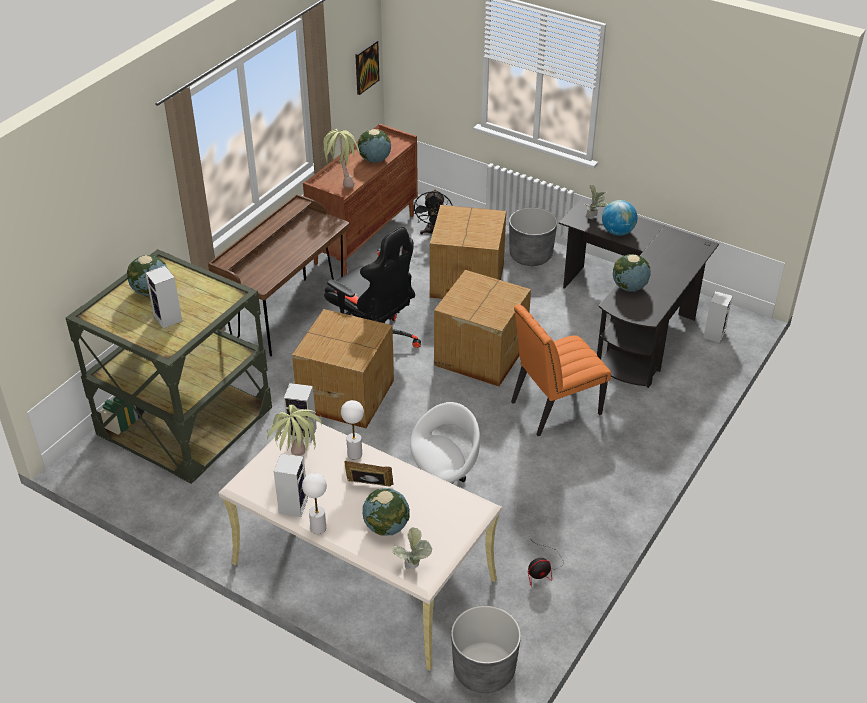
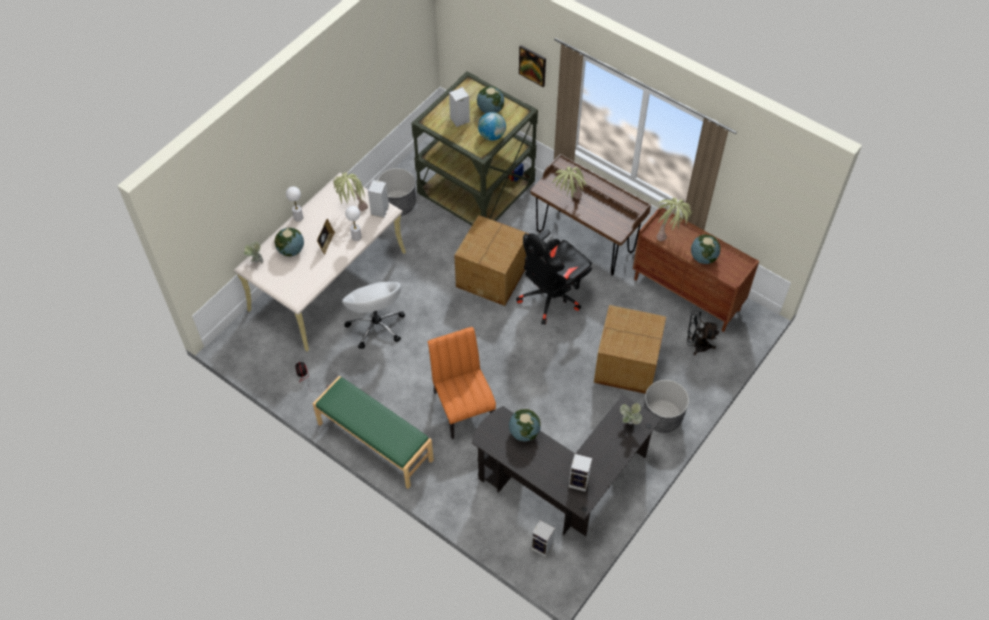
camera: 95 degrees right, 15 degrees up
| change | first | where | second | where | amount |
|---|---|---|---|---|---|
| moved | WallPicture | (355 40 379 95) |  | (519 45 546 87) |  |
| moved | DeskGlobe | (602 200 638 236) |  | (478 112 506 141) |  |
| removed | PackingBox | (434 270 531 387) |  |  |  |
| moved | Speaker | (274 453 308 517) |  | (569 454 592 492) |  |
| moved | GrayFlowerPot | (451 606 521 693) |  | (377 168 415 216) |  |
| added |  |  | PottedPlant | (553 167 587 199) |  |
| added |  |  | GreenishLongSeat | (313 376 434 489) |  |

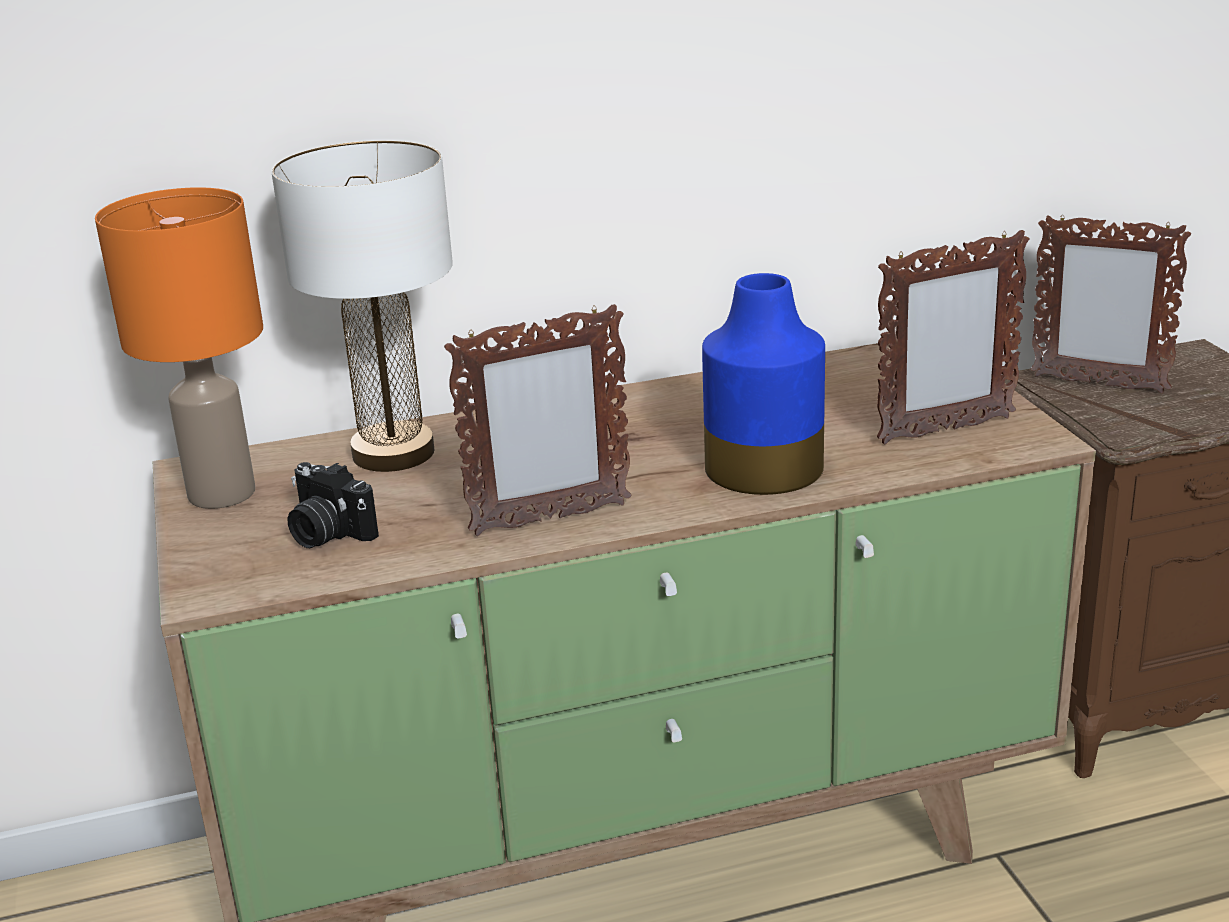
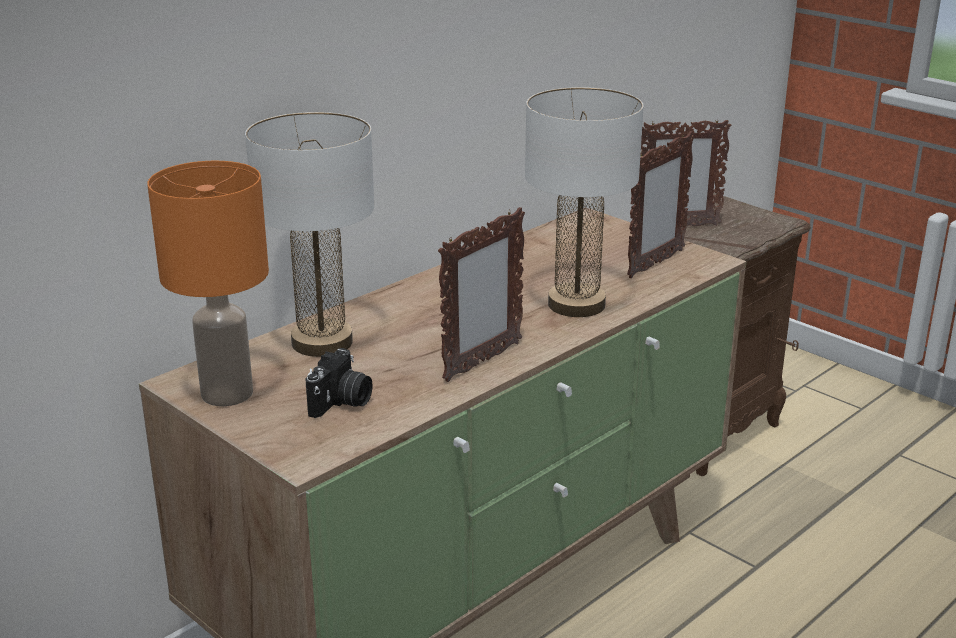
camera: 30 degrees left, 0 degrees up
| change | first | where | second | where | amount |
|---|---|---|---|---|---|
| replaced | BlueVase | (702 273 825 495) | TableLamp | (525 87 644 317) |  |
| turned | PhotoCamera | (287 462 379 548) |  | (305 348 372 418) | 75 degrees counterclockwise |

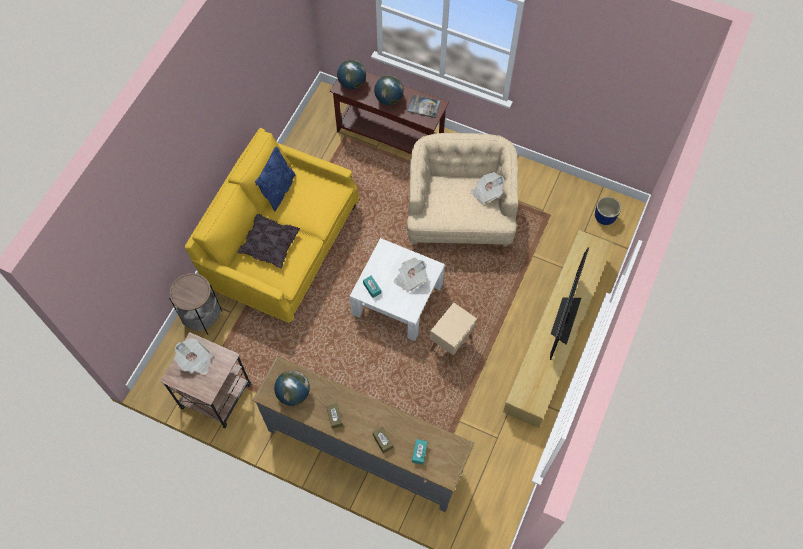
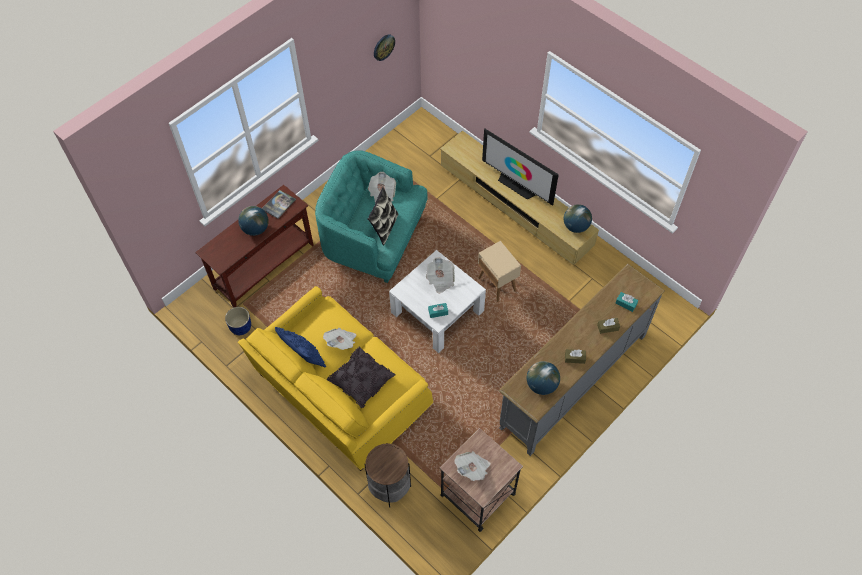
camera: 70 degrees left, 5 degrees down
| change | first | where | second | where | amount |
|---|---|---|---|---|---|
| moved | DeskGlobe | (337 60 366 89) |  | (564 204 592 233) |  |
| recoloured | SandColouredArmchair | (407 133 518 247) | TurquoiseArmchair | (315 150 428 283) |  |
| moved | BlueFlowerPot | (595 197 621 225) |  | (225 307 251 335) |  |
| added |  |  | ClockOnTheWall | (374 35 395 61) |  |
| added |  |  | ThrowPillow | (368 187 399 246) |  |
| added |  |  | PrintedPaper | (323 328 356 350) |  |

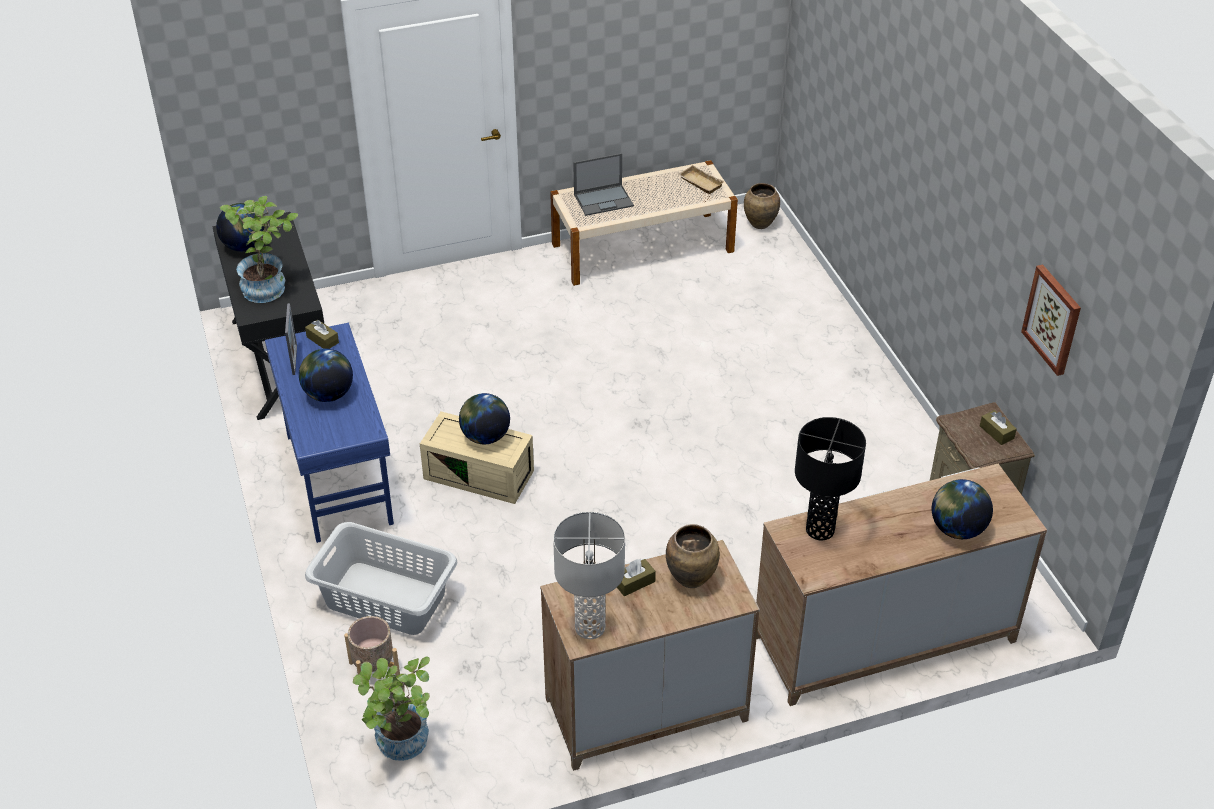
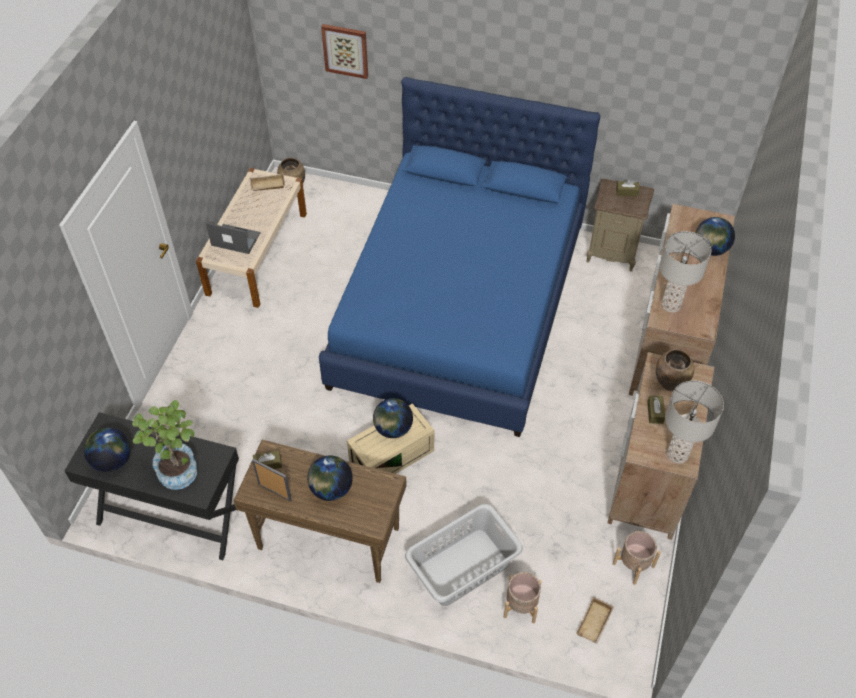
camera: 55 degrees left, 10 degrees up
| change | first | where | second | where | amount |
|---|---|---|---|---|---|
| turned | NotebookComputer | (573 153 634 216) |  | (206 223 261 254) | 90 degrees counterclockwise |
| moved | WallPicture | (1021 265 1081 376) |  | (321 24 368 79) |  |
| recoloured | BlueConsoleTable | (265 323 394 543) | BrownishConsoleTable | (234 440 407 583) |  |
| recoloured | BlackTableLamp | (795 417 866 540) | WhitishTableLamp | (659 231 711 312) |  |
| replaced | PottedPlant | (353 657 430 761) | SandColouredServingTray | (576 597 614 644) |  |
| added |  |  | BlueBed | (319 77 600 437) |  |
| added |  |  | SandColouredFlowerPot | (613 531 661 585) |  |

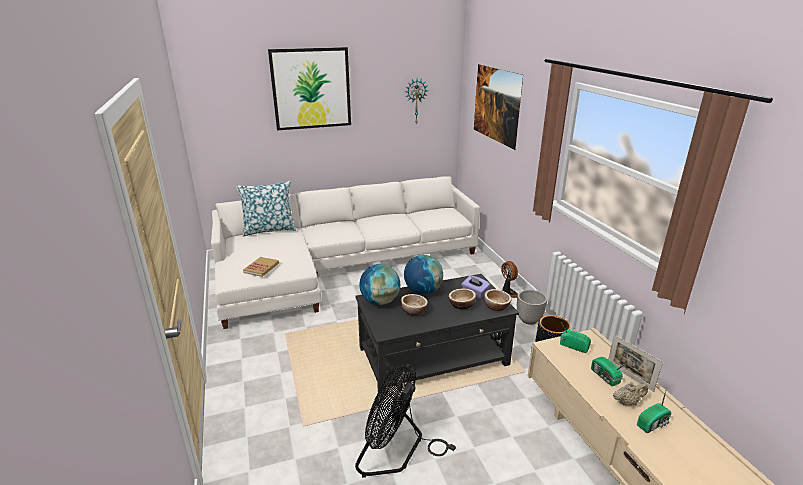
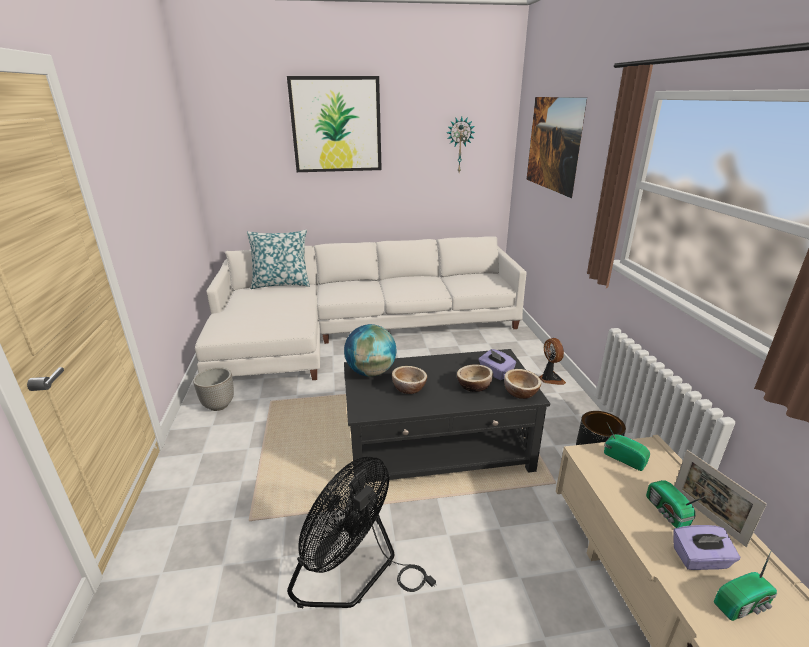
camera: 10 degrees right, 0 degrees up
| change | first | where | second | where | amount |
|---|---|---|---|---|---|
| removed | DeskGlobe | (404 255 443 294) |  |  |  |
| removed | BoundBook | (243 257 279 277) |  |  |  |
| moved | FlowerPot | (517 290 547 325) |  | (193 367 234 411) |  |
| replaced | SandColouredPotForTea | (613 382 648 406) | PurplishTissueBox | (673 525 740 570) |  |

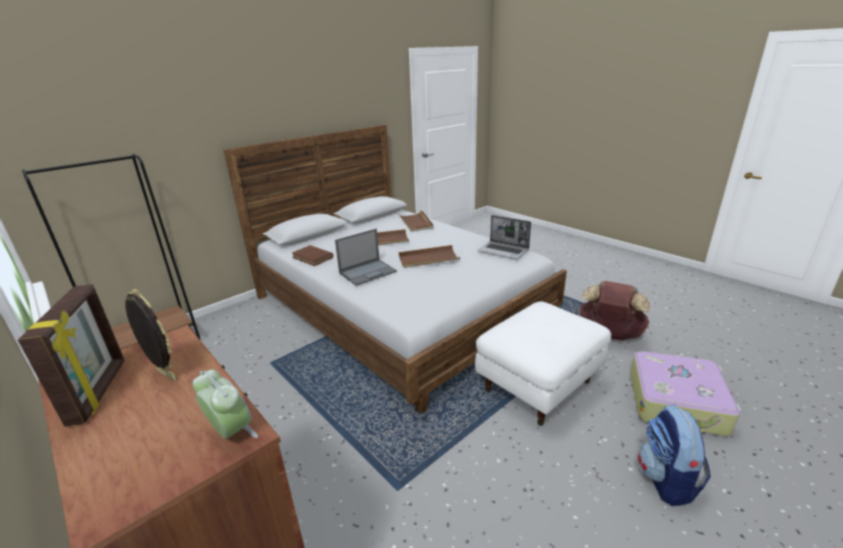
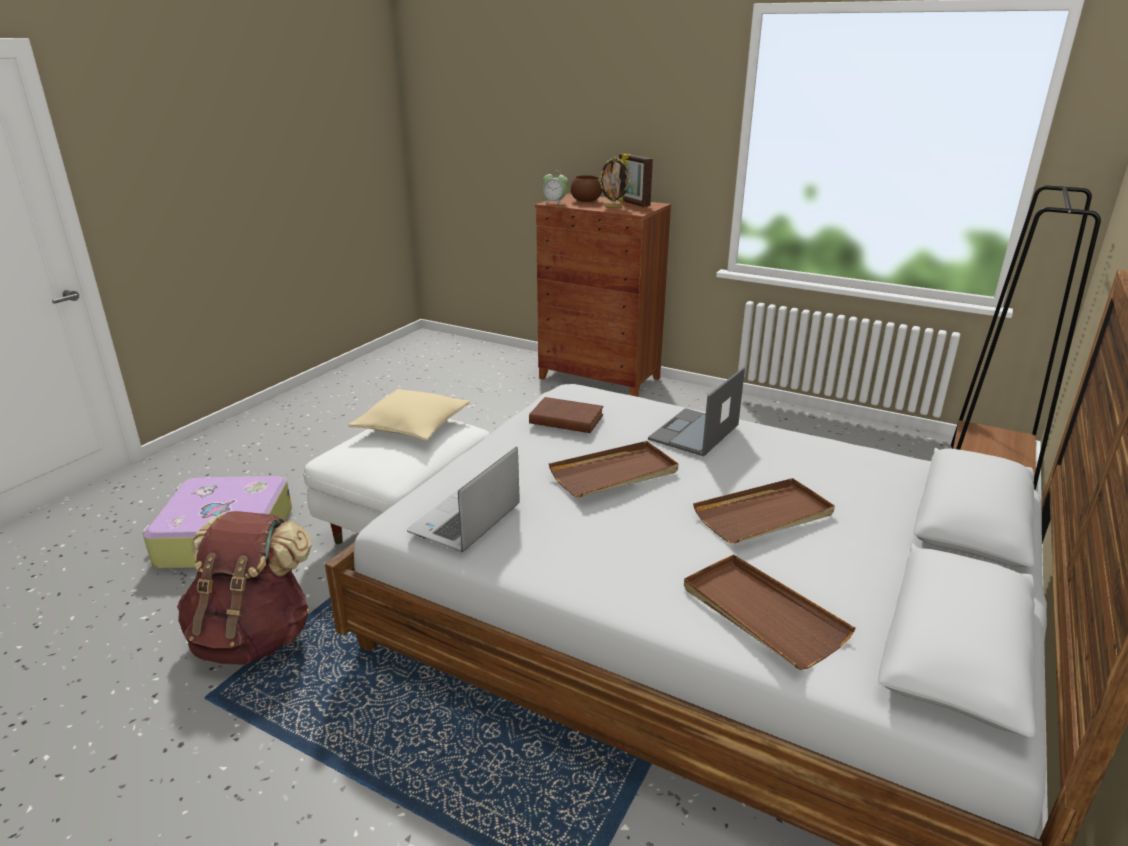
camera: 160 degrees right, 0 degrees up
| change | first | where | second | where | amount |
|---|---|---|---|---|---|
| turned | NotebookComputer | (478 215 531 259) |  | (407 447 520 552) | 75 degrees counterclockwise |
| moved | BrownishBoundBook | (292 245 333 266) |  | (529 397 603 433) |  |
| removed | Backpack | (638 405 711 506) |  |  |  |
| added |  |  | BrownishServingBowl | (571 175 602 202) |  |
| added |  |  | SandColouredThrowPillow | (348 389 471 441) |  |

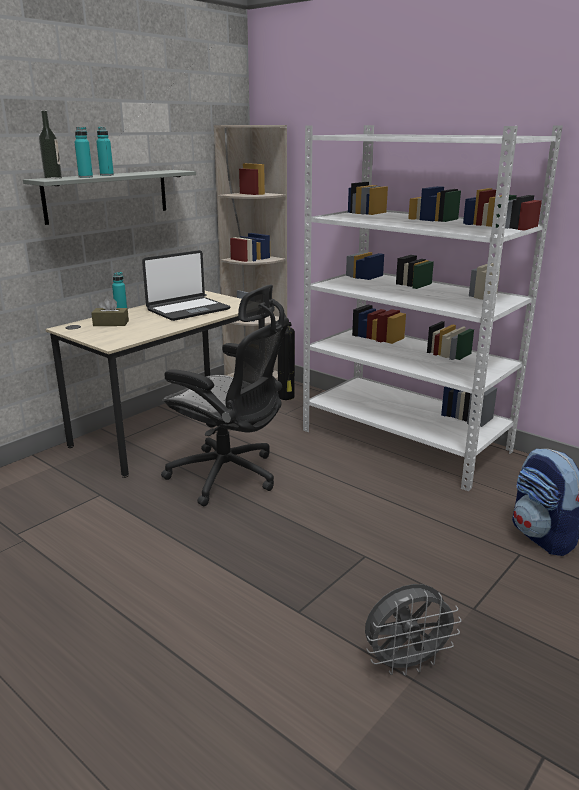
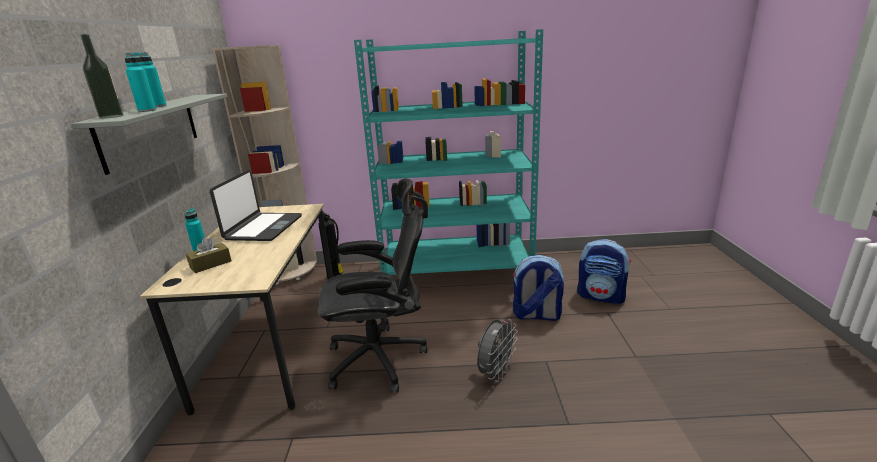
camera: 40 degrees left, 0 degrees up
| change | first | where | second | where | amount |
|---|---|---|---|---|---|
| recoloured | WhitishBookcase | (303 125 563 491) | TurquoiseBookcase | (354 29 543 275) |  |
| moved | GrayElectricFan | (365 584 462 676) |  | (477 319 518 382) |  |
| added |  |  | Backpack | (513 255 564 321) |  |

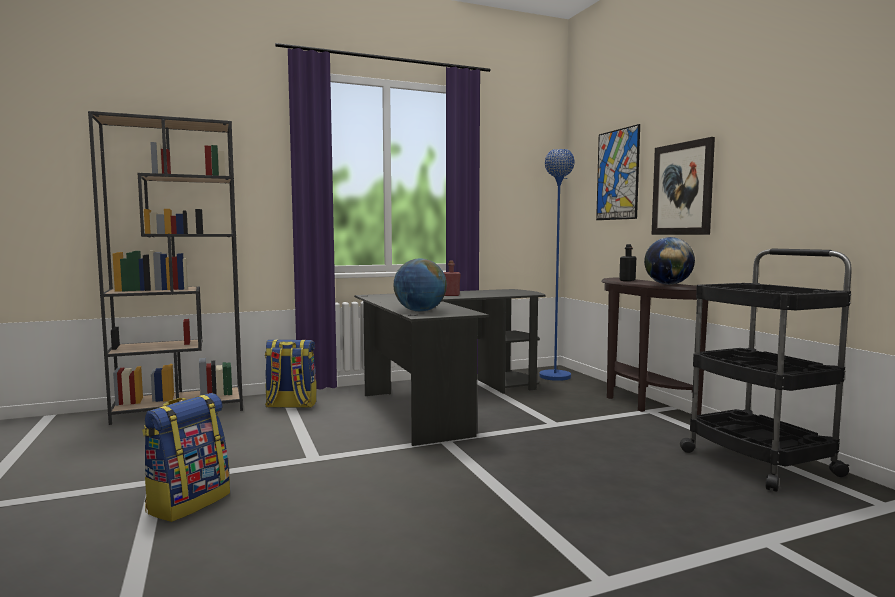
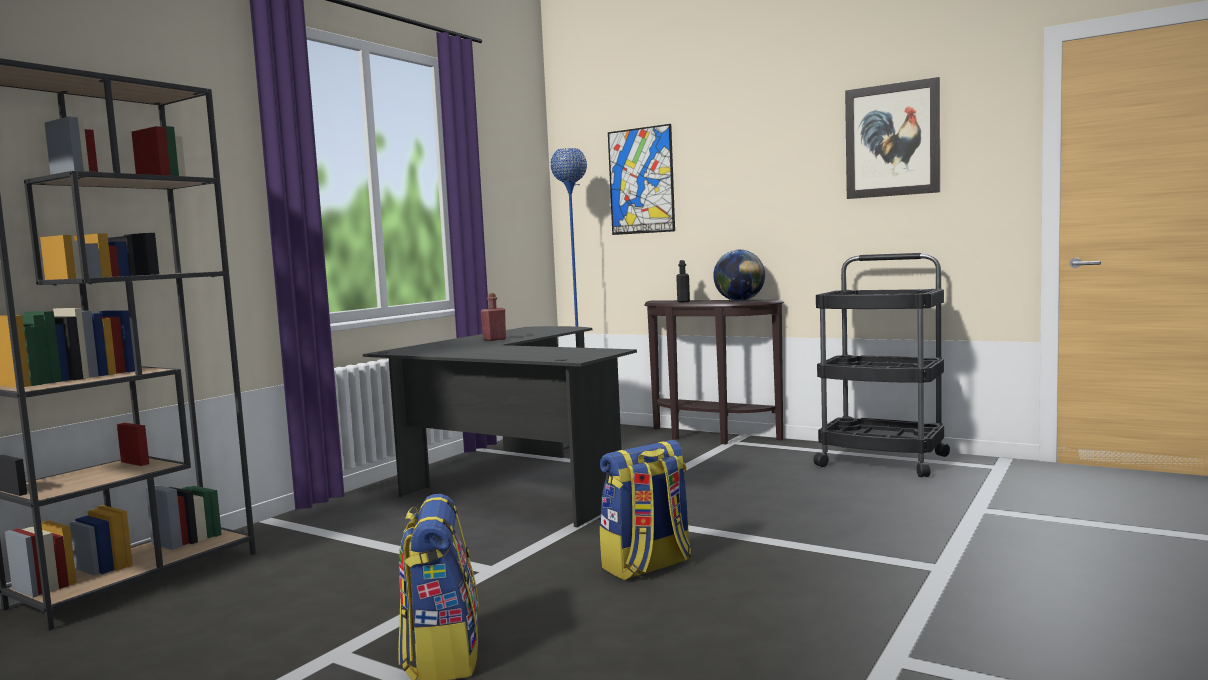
camera: 35 degrees left, 0 degrees up
| change | first | where | second | where | amount |
|---|---|---|---|---|---|
| moved | WallPicture | (651 137 715 235) |  | (845 77 940 199) |  |
| removed | DeskGlobe | (393 258 447 312) |  |  |  |
| moved | Backpack | (265 340 317 408) |  | (600 440 691 580) |  |

